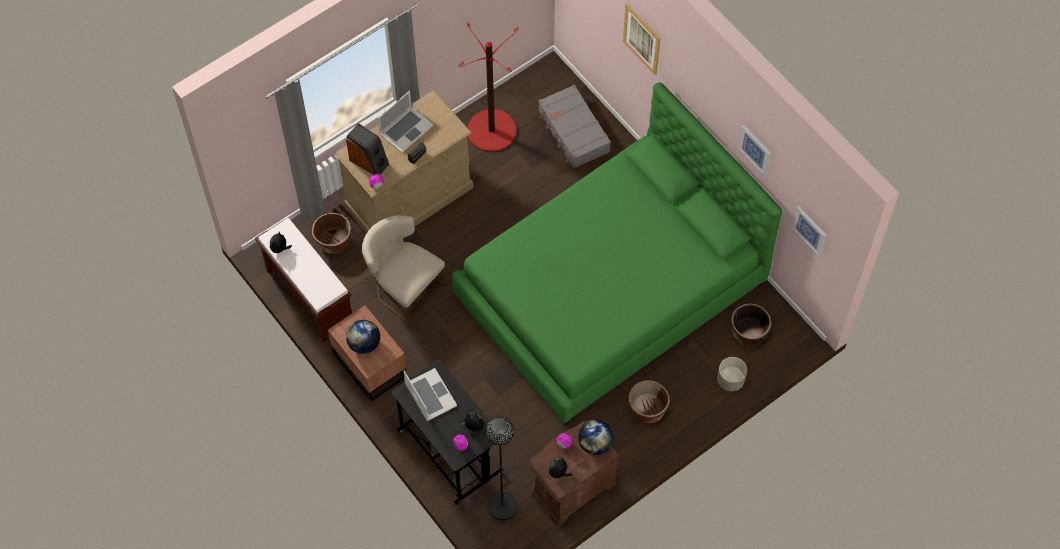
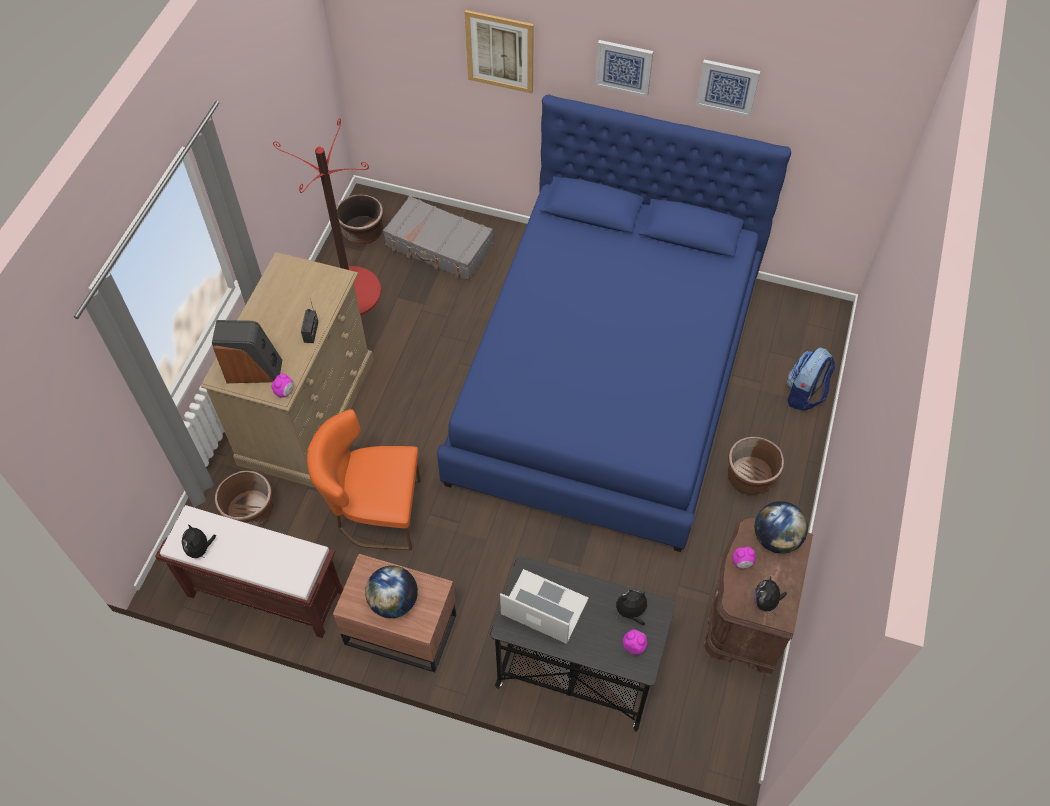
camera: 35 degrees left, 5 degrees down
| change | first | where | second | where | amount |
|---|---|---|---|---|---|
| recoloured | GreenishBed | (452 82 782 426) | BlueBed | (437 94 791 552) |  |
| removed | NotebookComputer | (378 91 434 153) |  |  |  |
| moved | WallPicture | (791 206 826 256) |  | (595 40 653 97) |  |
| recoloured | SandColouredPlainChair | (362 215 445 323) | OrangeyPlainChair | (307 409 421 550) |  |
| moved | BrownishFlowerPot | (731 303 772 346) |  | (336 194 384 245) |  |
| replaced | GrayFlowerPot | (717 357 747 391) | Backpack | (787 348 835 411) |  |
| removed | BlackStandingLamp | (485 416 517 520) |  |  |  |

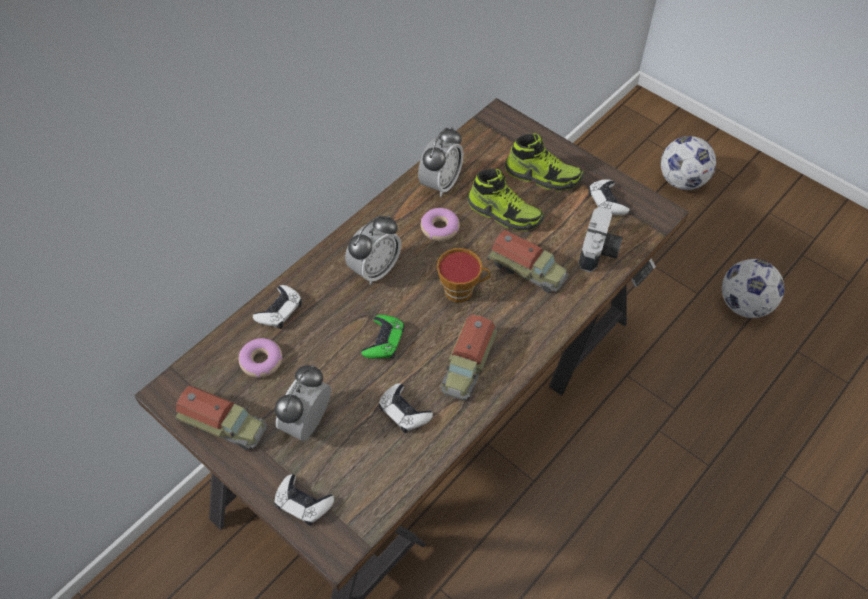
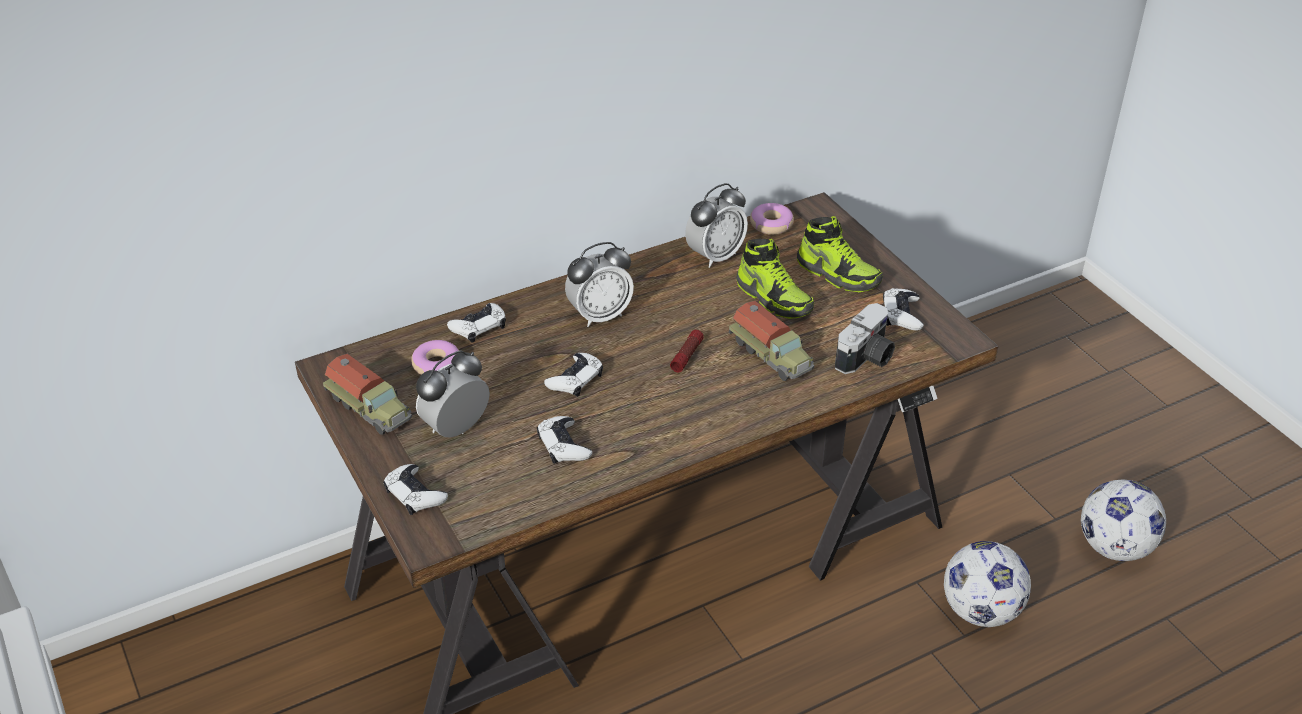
camera: 20 degrees right, 15 degrees down
| change | first | where | second | where | amount |
|---|---|---|---|---|---|
| moved | FootballBall | (661 136 716 190) |  | (944 541 1031 627) |  |
| moved | Donut | (421 208 460 241) |  | (750 203 794 235) |  |
| replaced | SmallCup | (437 248 490 302) | Torch | (670 330 704 372) |  |
| removed | ModelTruck | (440 314 497 400) |  |  |  |
| recoloured | GreenishJoypad | (361 315 404 359) | WhitishJoypad | (544 353 603 397) |  |

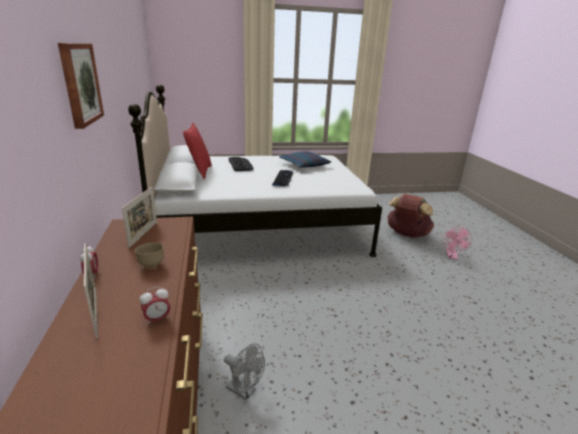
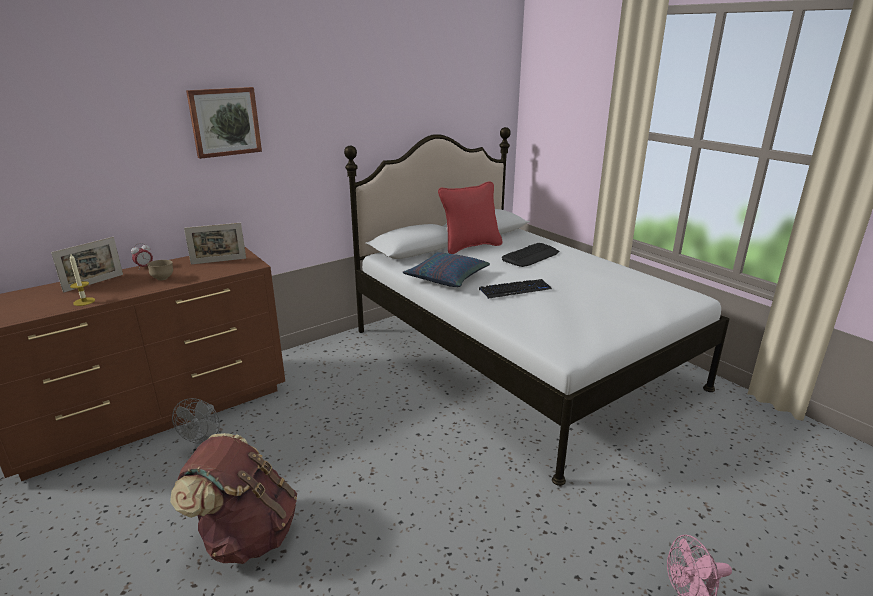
camera: 65 degrees right, 0 degrees up
| change | first | where | second | where | amount |
|---|---|---|---|---|---|
| moved | BlueThrowPillow | (279 151 331 168) |  | (403 252 490 287) |  |
| moved | BrownishBackpack | (387 194 434 238) |  | (170 433 297 564) |  |
| replaced | BedsideClock | (140 287 170 325) | Candle | (70 254 95 306) |  |

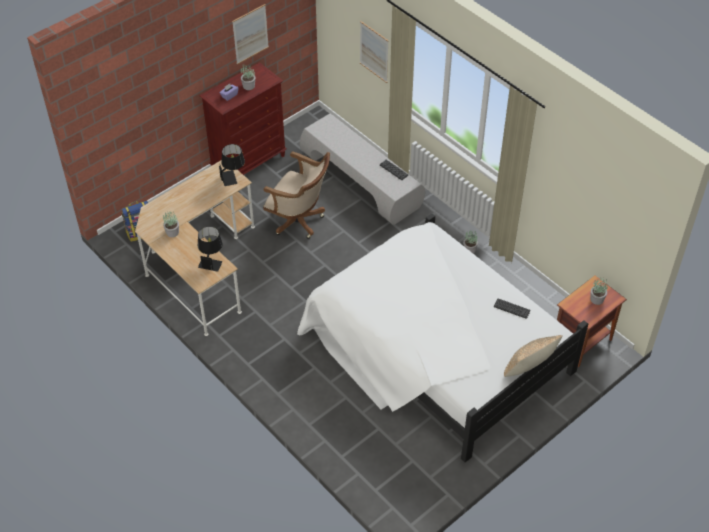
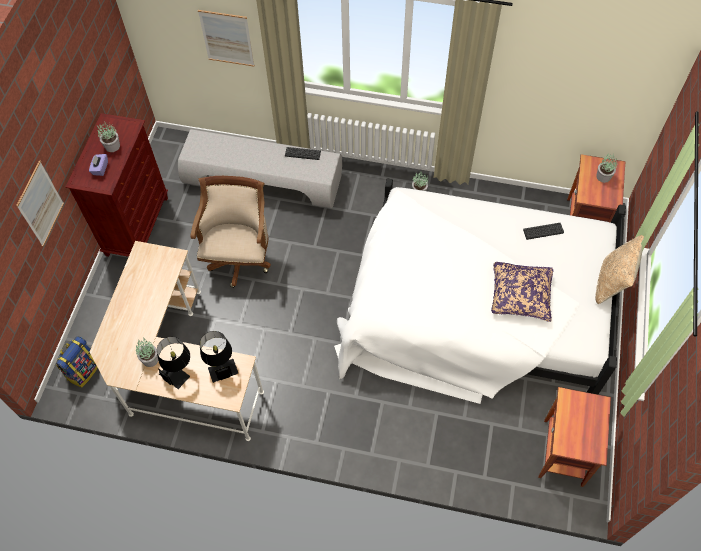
camera: 35 degrees left, 10 degrees up
| change | first | where | second | where | amount |
|---|---|---|---|---|---|
| moved | WallPicture | (232 4 269 65) |  | (16 160 64 247) |  |
| moved | BlackTableLamp | (219 144 245 186) |  | (157 337 190 389) |  |
| turned | OfficeChair | (263 151 330 239) |  | (191 176 271 288) | 75 degrees counterclockwise |
| added |  |  | PurplishThrowPillow | (491 262 553 322) |  |
| added |  |  | BedsideTable | (539 387 611 487) |  |

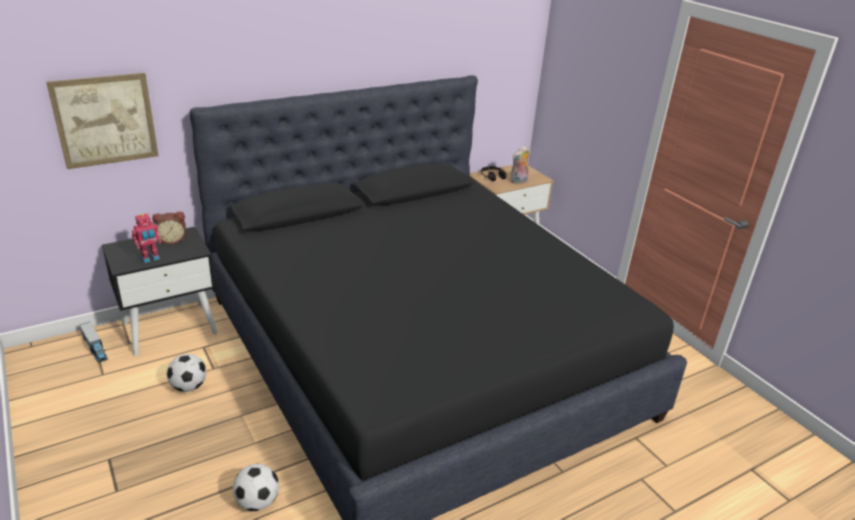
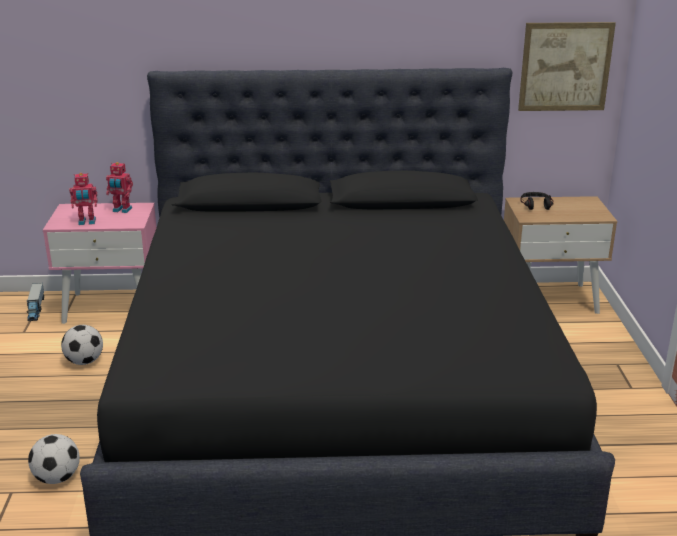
camera: 30 degrees right, 5 degrees down
| change | first | where | second | where | amount |
|---|---|---|---|---|---|
| moved | WallPicture | (46 73 158 169) |  | (518 22 616 111) |  |
| removed | PlushToy | (510 145 529 184) |  |  |  |
| replaced | BedsideClock | (152 212 186 244) | ModelRobot | (106 162 133 213) |  |
| recoloured | BlackBedsideTable | (102 227 218 356) | PinkBedsideTable | (43 203 157 324) |  |

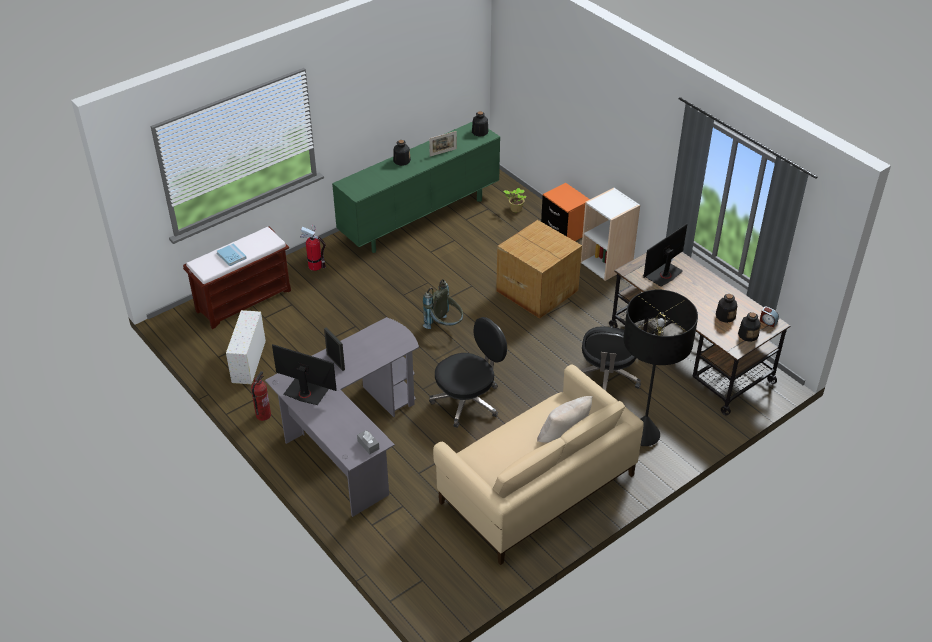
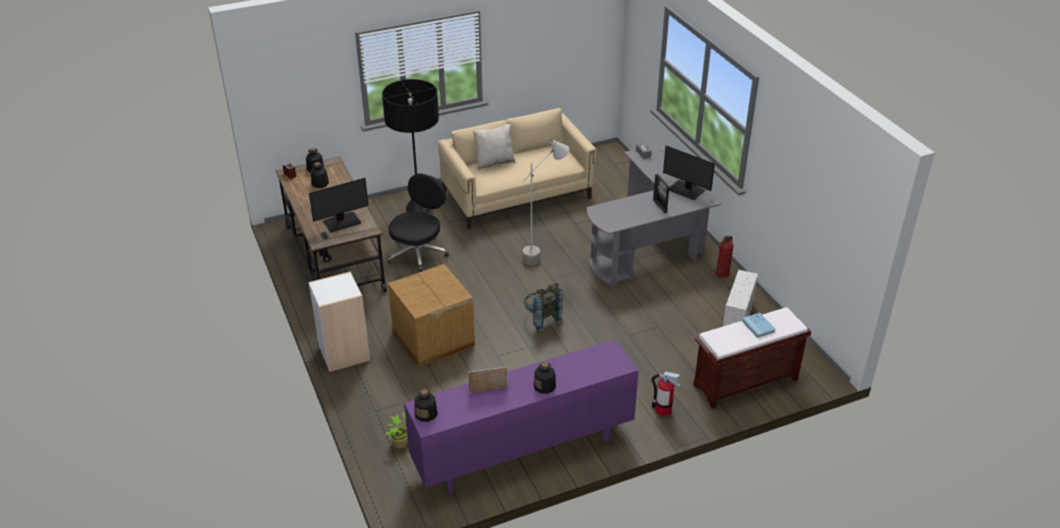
camera: 165 degrees left, 5 degrees down
| change | first | where | second | where | amount |
|---|---|---|---|---|---|
| recoloured | GreenishCupboard | (332 122 500 253) | PurplishCupboard | (404 339 639 494) |  |
| removed | OrangeyBedsideTable | (541 183 590 241) |  |  |  |
| replaced | BlackOfficeChair | (429 317 507 428) | GrayStandingLamp | (523 139 569 265) |  |

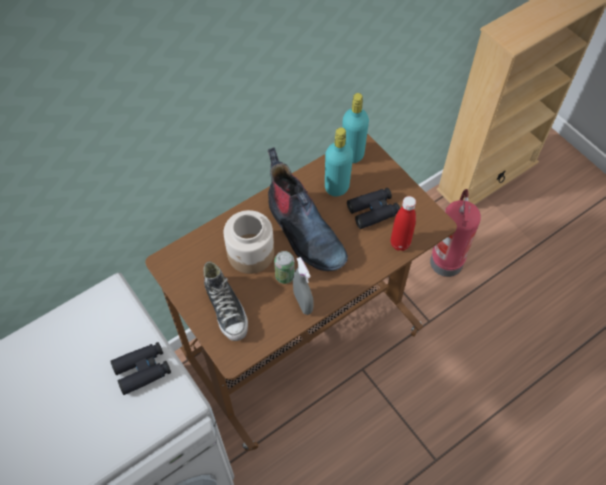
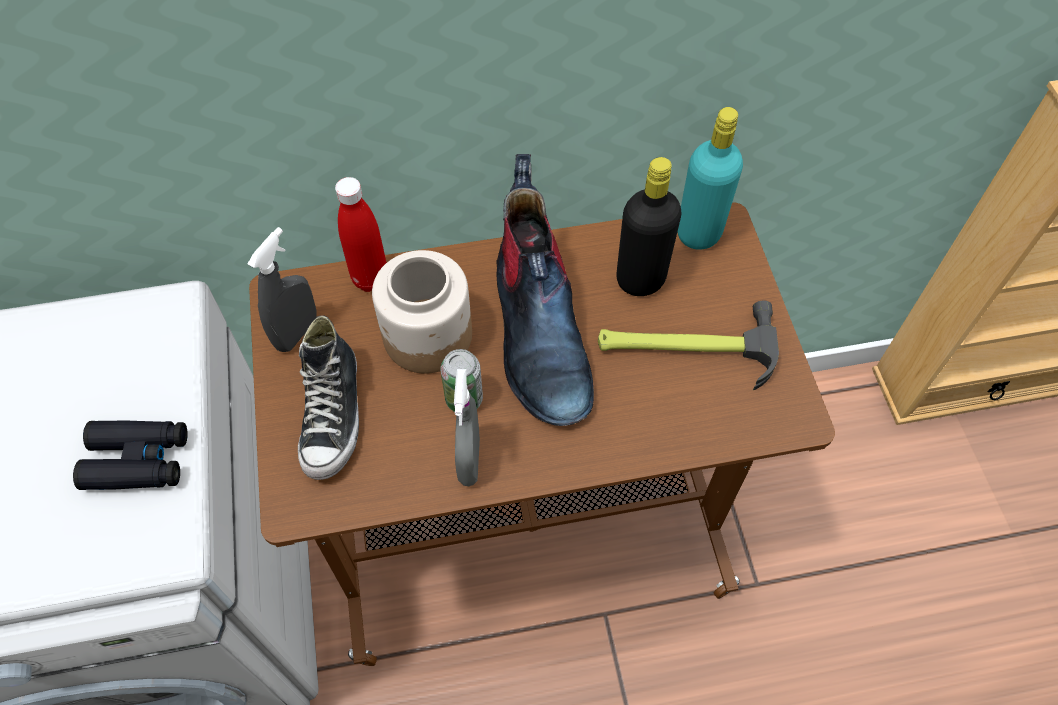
camera: 25 degrees right, 0 degrees up
| change | first | where | second | where | amount |
|---|---|---|---|---|---|
| recoloured | TurquoiseBeverageBottle | (325 128 353 196) | BlackBeverageBottle | (616 157 682 296) |  |
| replaced | BlackPairOfBinoculars | (347 188 400 229) | HandHammer | (598 300 779 390) |  |
| removed | FireExtinguisher | (430 189 481 277) |  |  |  |
| moved | RedBeverageBottle | (391 196 416 251) |  | (335 177 387 292) |  |
| added |  |  | GrayHandSprayer | (248 227 316 352) |  |

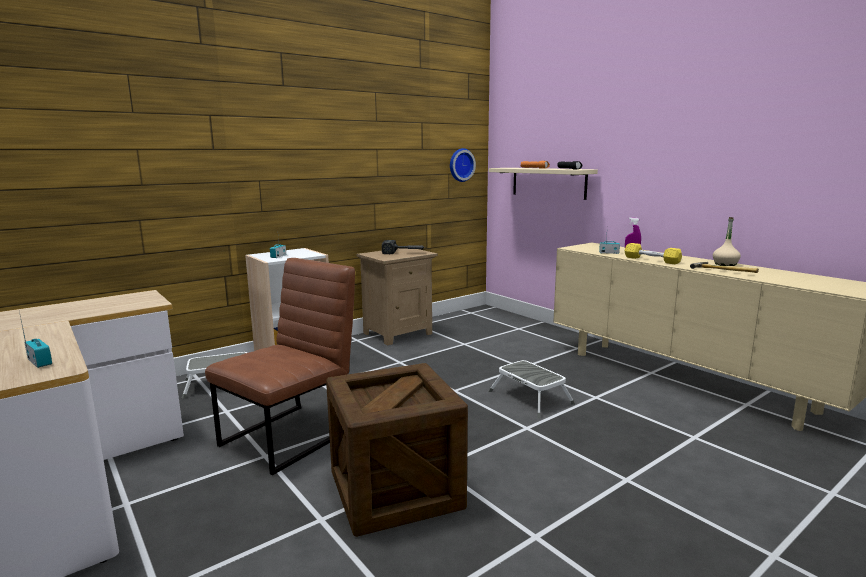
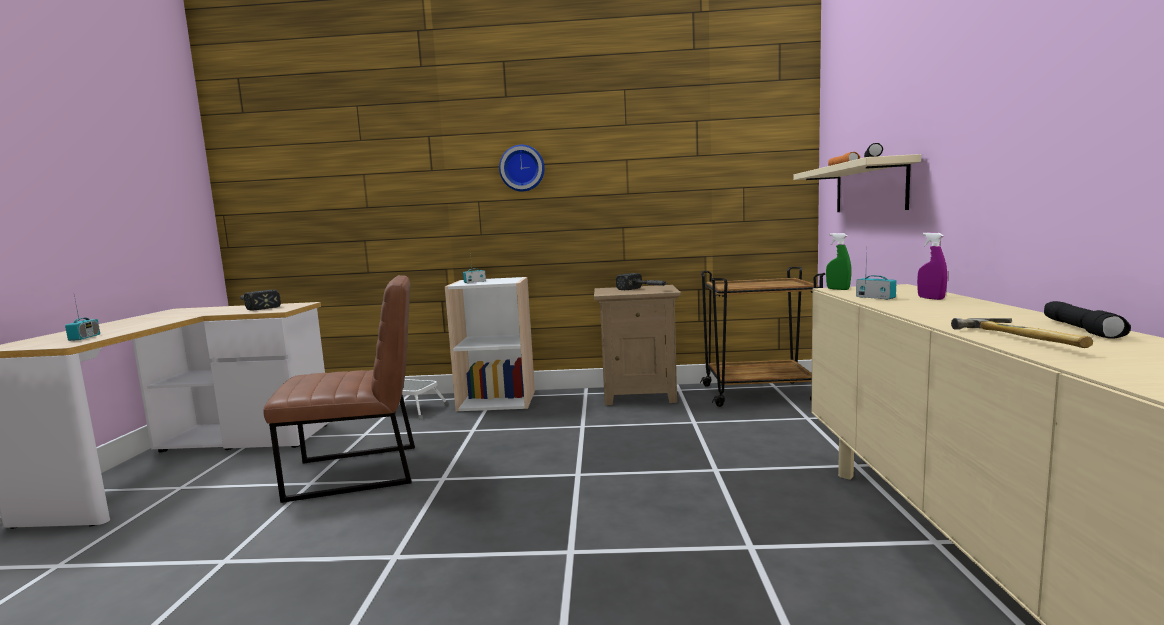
camera: 40 degrees right, 5 degrees down
| change | first | where | second | where | amount |
|---|---|---|---|---|---|
| moved | ClockOnTheWall | (450 148 476 182) |  | (499 145 545 192) |  |
| replaced | SandColouredBeverageBottle | (713 217 741 266) | BlackTorch | (1044 301 1131 339) |  |
| removed | YellowHandWeight | (624 243 682 264) |  |  |  |
| removed | GrayStepStool | (489 360 575 418) |  |  |  |
| removed | Crate | (326 363 468 537) |  |  |  |
| added |  |  | GreenishHandSprayer | (826 233 851 290) |  |
| added |  |  | BrownishWheeledCart | (700 267 826 407) |  |
| added |  |  | HandHammer | (240 290 281 311) |  |

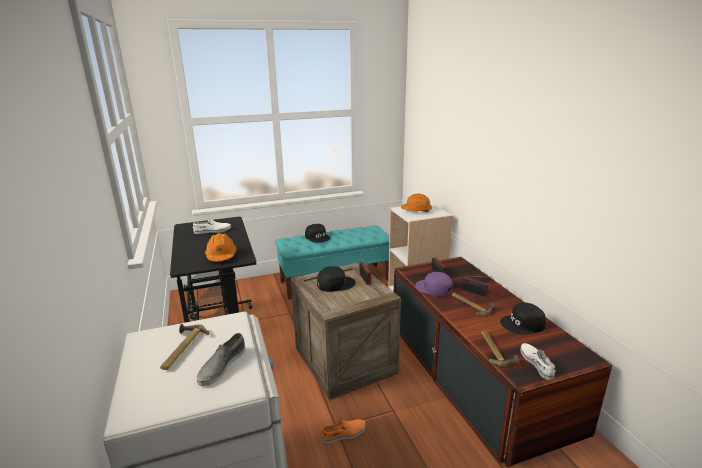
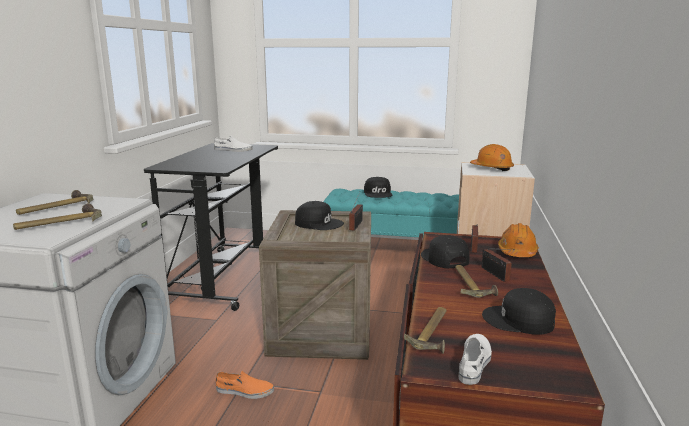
camera: 30 degrees right, 5 degrees down
| change | first | where | second | where | amount |
|---|---|---|---|---|---|
| moved | OrangeyWorkHelmet | (205 233 237 261) |  | (498 223 539 257) |  |
| recoloured | PurplishCap | (415 272 453 297) | BlackCap | (421 235 470 268) |  |
| replaced | GrayLowShoe | (197 333 246 386) | HandHammer | (13 204 102 230) |  |

